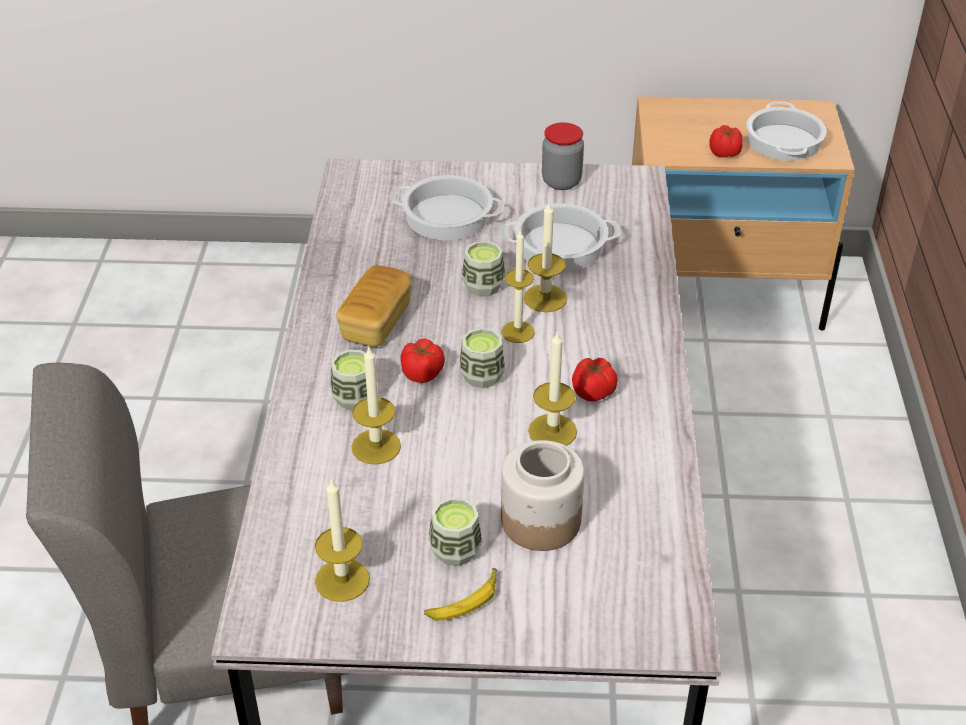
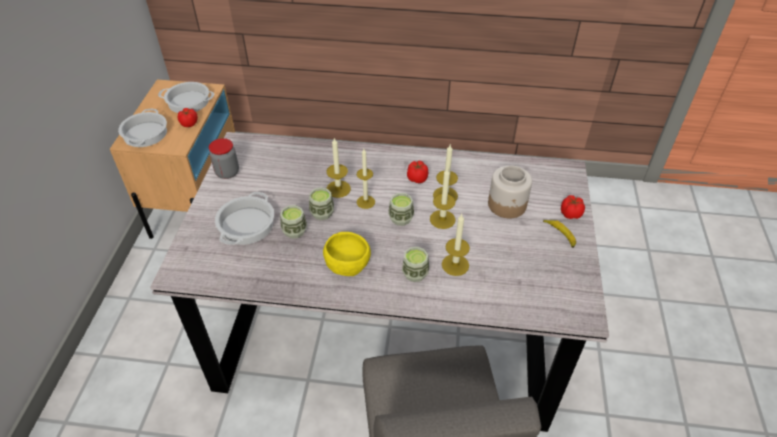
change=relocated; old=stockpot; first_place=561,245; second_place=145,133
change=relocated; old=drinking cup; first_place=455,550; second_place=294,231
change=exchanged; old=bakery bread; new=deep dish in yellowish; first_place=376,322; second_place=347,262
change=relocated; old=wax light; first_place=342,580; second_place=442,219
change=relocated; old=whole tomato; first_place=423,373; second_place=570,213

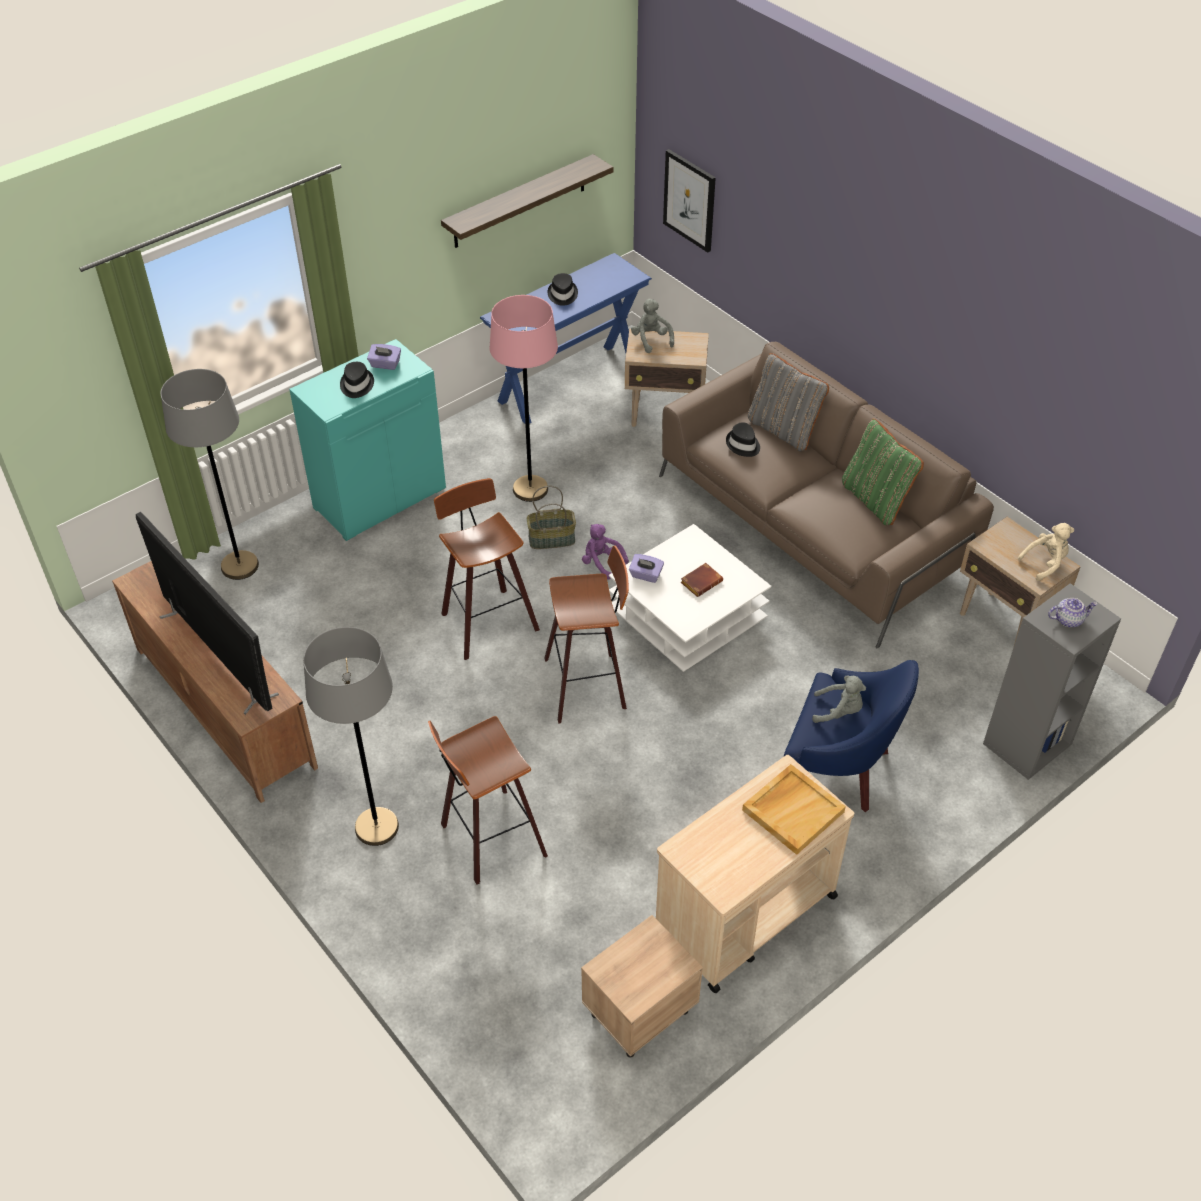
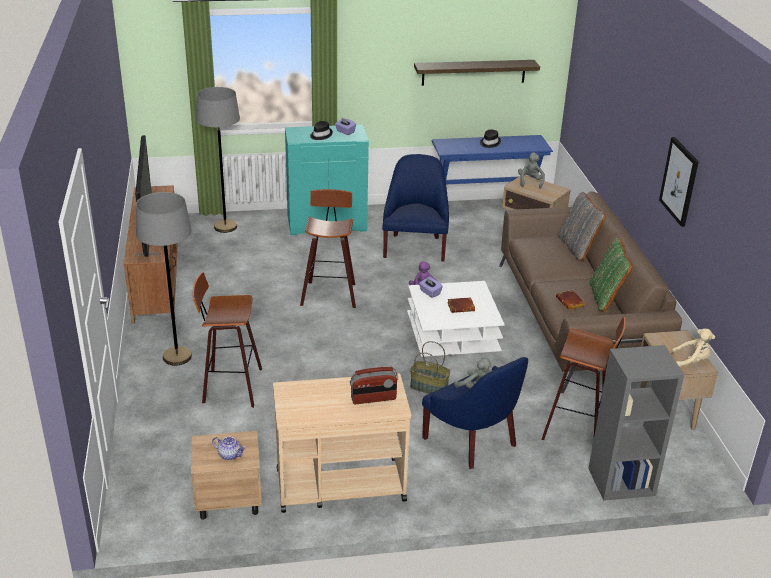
change=relocated; old=teapot; first_place=1068,619; second_place=230,455
change=exchanged; old=carrying tray in beige; new=radio receiver; first_place=793,810; second_place=373,399
change=exchanged; old=floor lamp in pink; new=easy chair in blue; first_place=530,489; second_place=415,247
change=relocated; old=basket; first_place=552,539; second_place=429,387
change=relocated; old=stool seat; first_place=588,684; second_place=577,426
change=appeared; new=volume in brownish; second_place=571,302
change=relocated; old=wall picture; first_place=690,200; second_place=679,181
change=missing; old=wearable hat in blackish; first_place=743,445

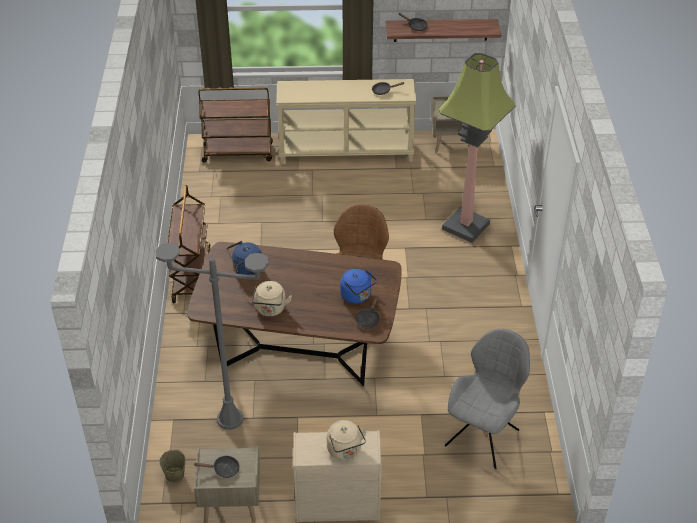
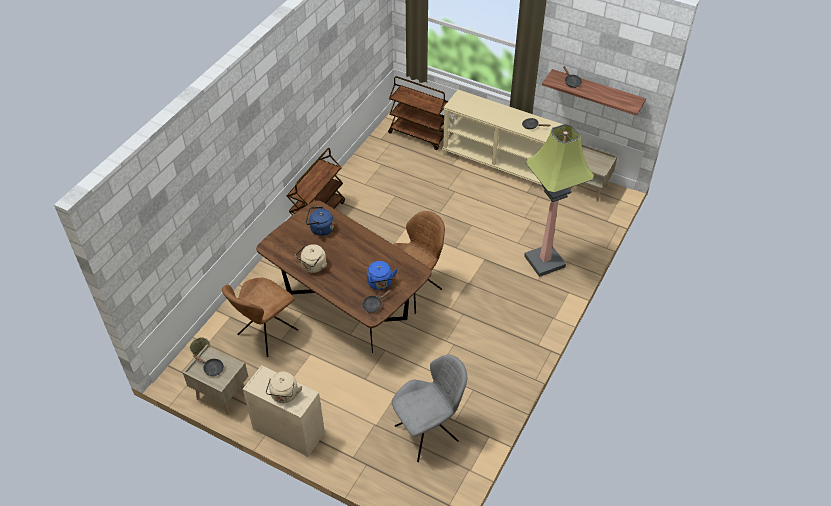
change=exchanged; old=floor lamp in gray; new=chair in brownish; first_place=230,419; second_place=266,334

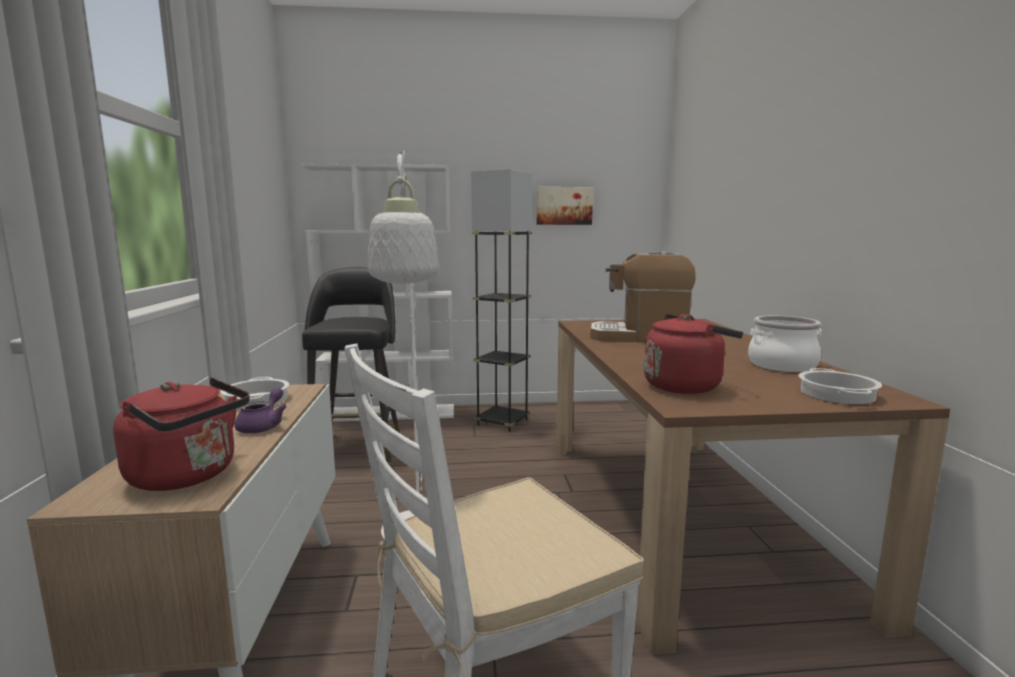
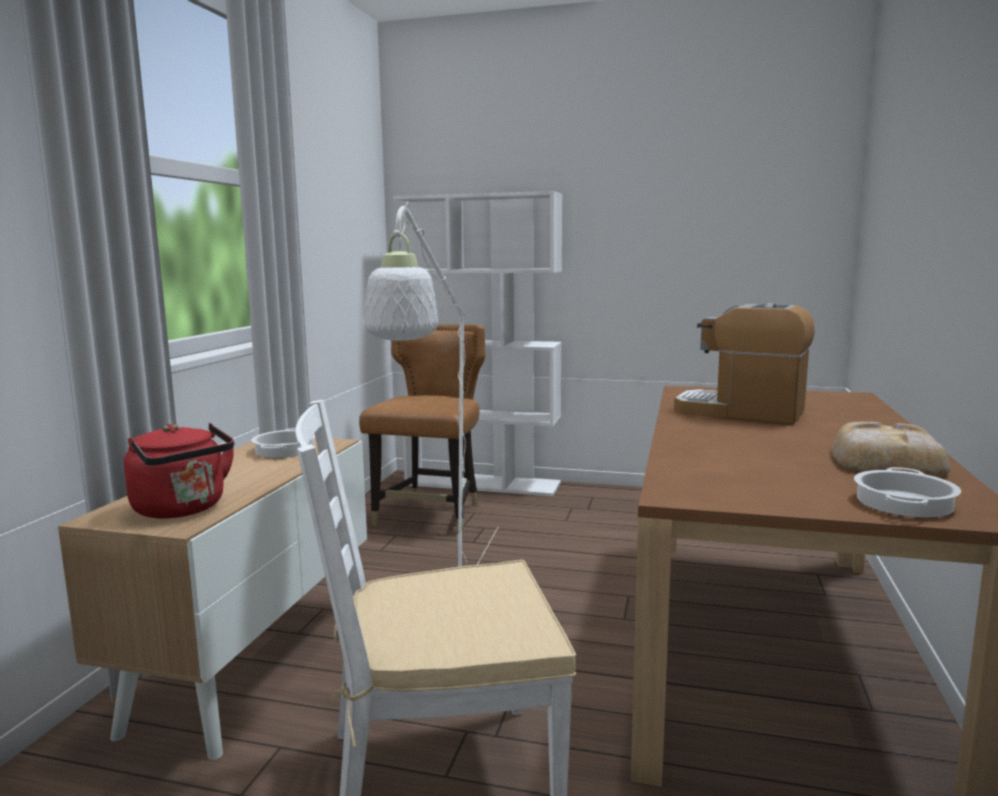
change=exchanged; old=stool seat in blackish; new=chair in brownish; first_place=358,446; second_place=431,515
change=exchanged; old=stockpot; new=bakery bread; first_place=782,365; second_place=885,462
change=missing; old=teapot in purplish; first_place=263,426
change=missing; old=floor lamp in gray; first_place=502,422
change=missing; old=wall picture; first_place=564,206
change=missing; old=kettle in red-coloured; first_place=685,386

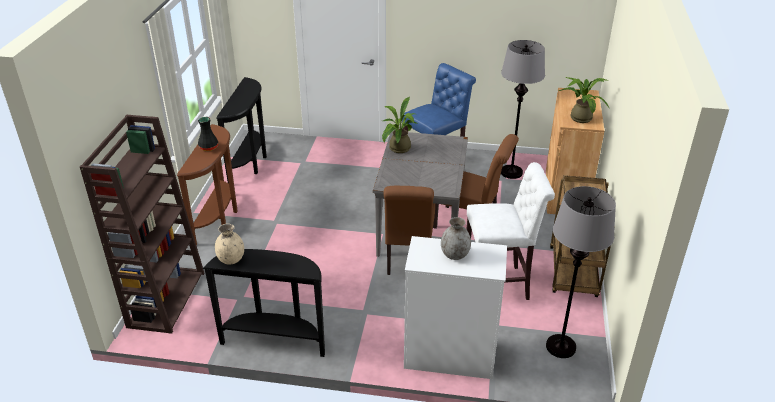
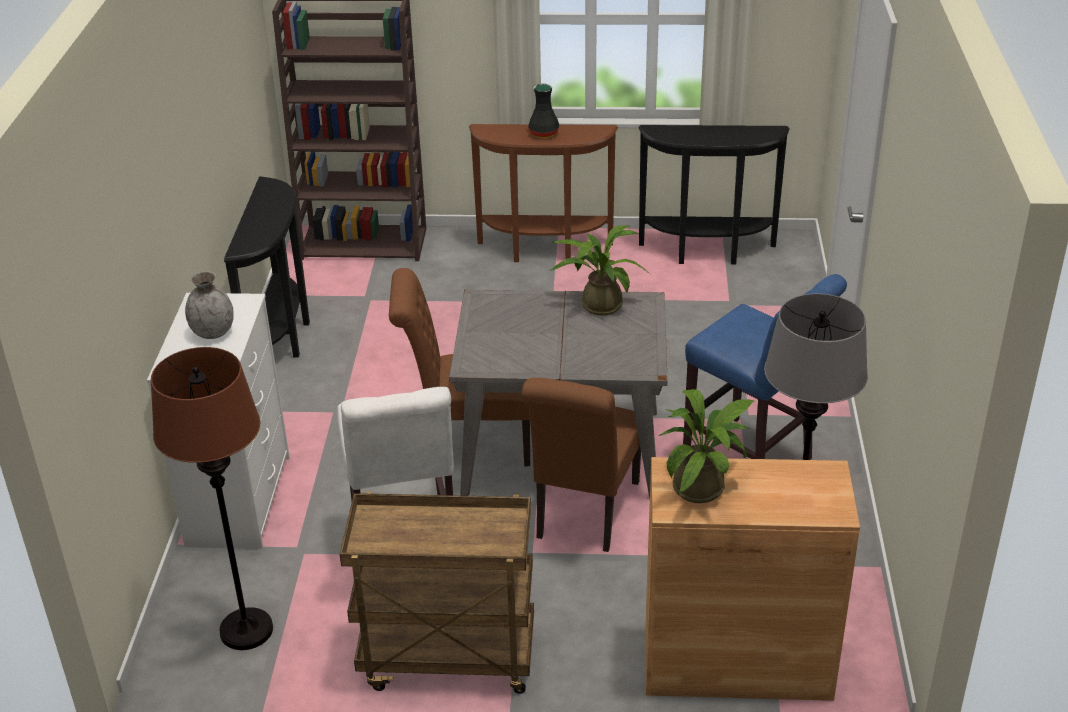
change=colour; old=floor lamp in gray; new=floor lamp in brownish; first_place=560,347; second_place=246,630
change=missing; old=vase in beige; first_place=231,259

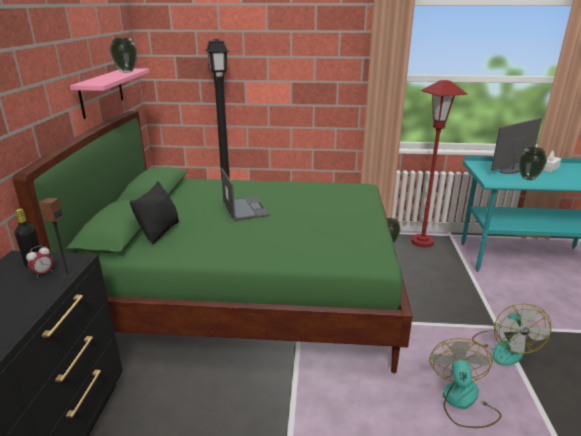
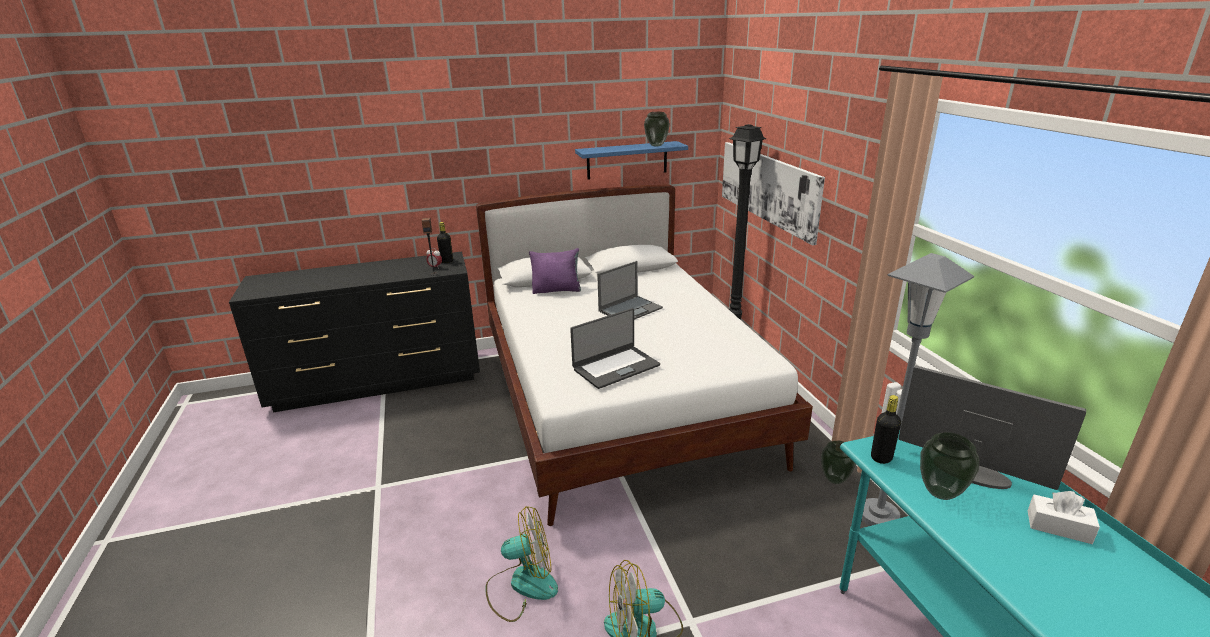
change=colour; old=bedroom bed in green-coloured; new=bedroom bed in whitish; first_place=248,294; second_place=622,400
change=colour; old=throw pillow in blackish; new=throw pillow in purplish; first_place=159,232; second_place=556,290
change=appeared; new=laptop; second_place=615,367
change=colour; old=shelf in pink; new=shelf in blue; first_place=101,92; second_place=627,160
change=appeared; new=wall picture; second_place=767,188
change=colour; old=floor lamp in red-coloured; new=floor lamp in gray; first_place=422,242; second_place=878,516
change=appeared; new=bottle in blackish; second_place=881,458

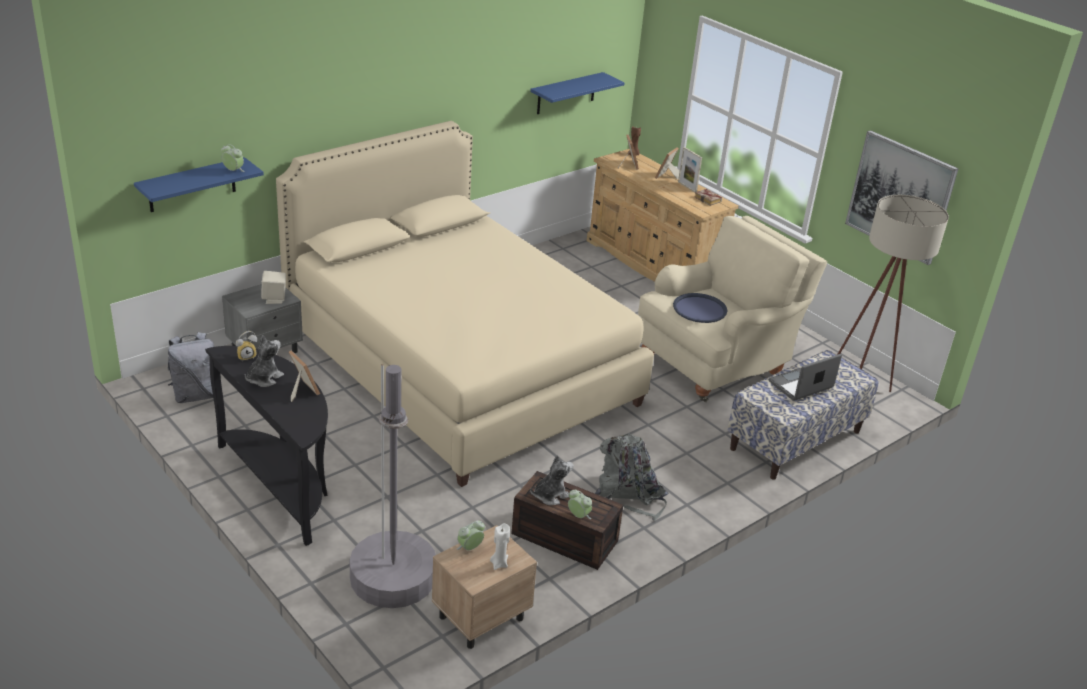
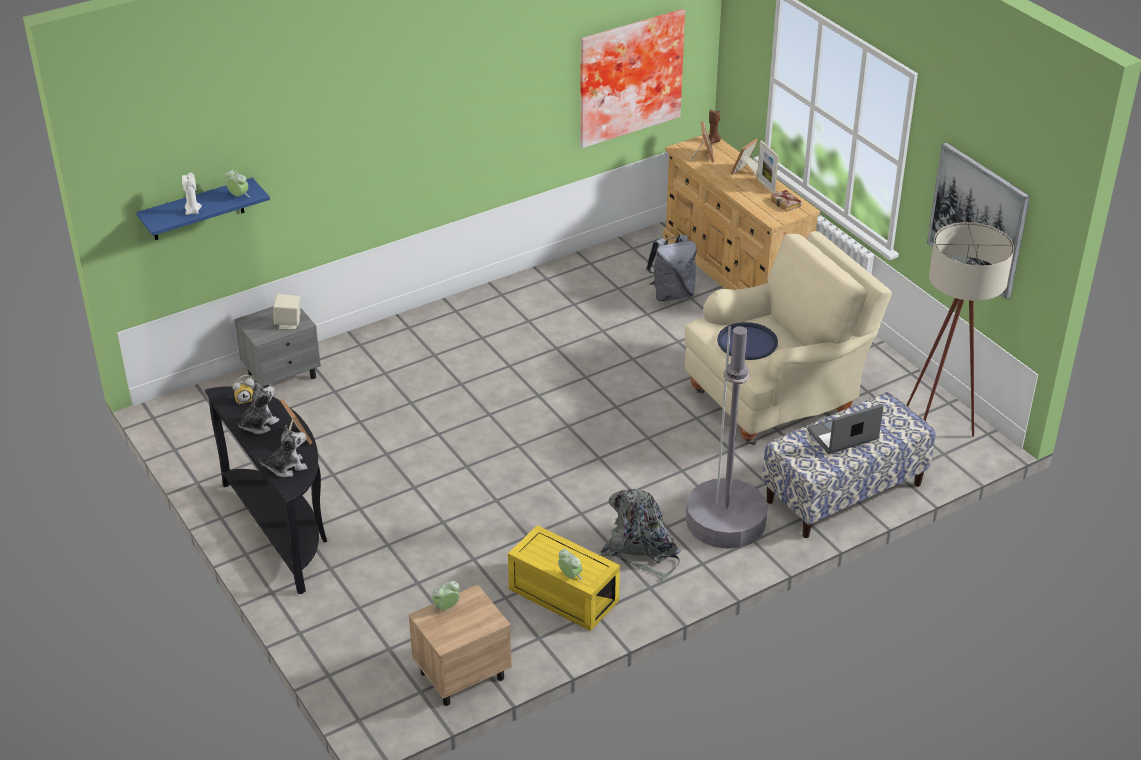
change=relocated; old=wax light in whitish; first_place=499,564; second_place=192,211
change=relocated; old=cuddly toy; first_place=550,495; second_place=287,467
change=colour; old=storage bin in brownish; new=storage bin in yellowish; first_place=562,537; second_place=561,595
change=exchanged; old=shelf in blue; new=wall picture; first_place=566,93; second_place=628,76
change=relocated; old=backpack in gray; first_place=195,395; second_place=672,294
change=relocated; old=floor lamp in gray; first_place=393,577; second_place=726,521
change=missing; old=bedroom bed in beige; first_place=459,366

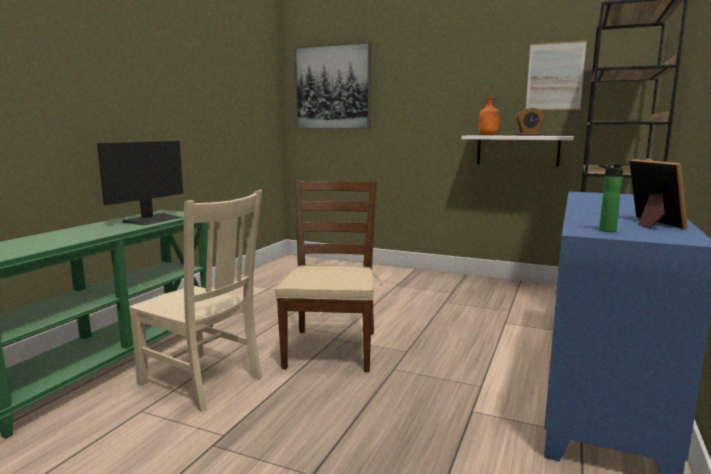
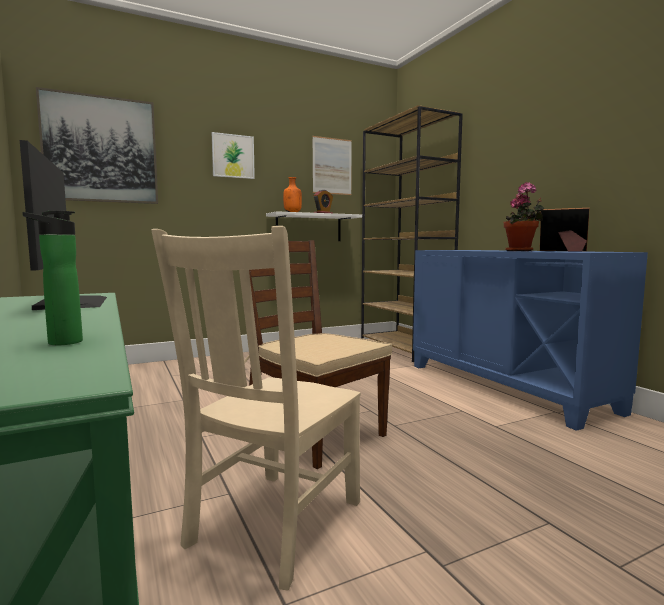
change=relocated; old=bottle; first_place=604,230; second_place=59,343
change=spun; old=chair in beige; first_place=203,382; second_place=272,525; degrees=135
change=appeared; new=wall picture; second_place=233,156
change=appeared; new=houseplant; second_place=521,251

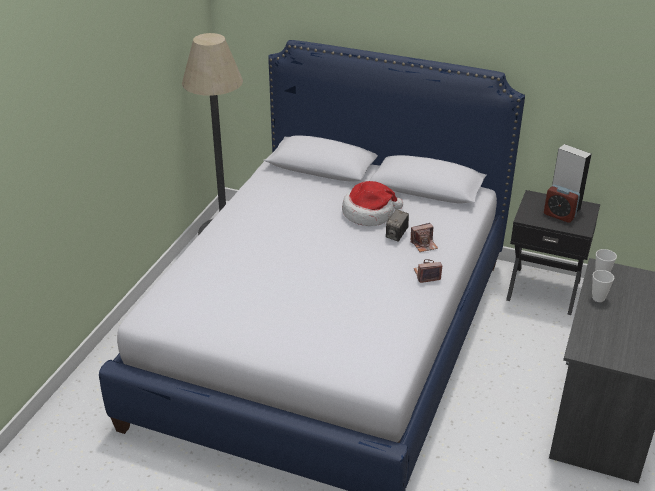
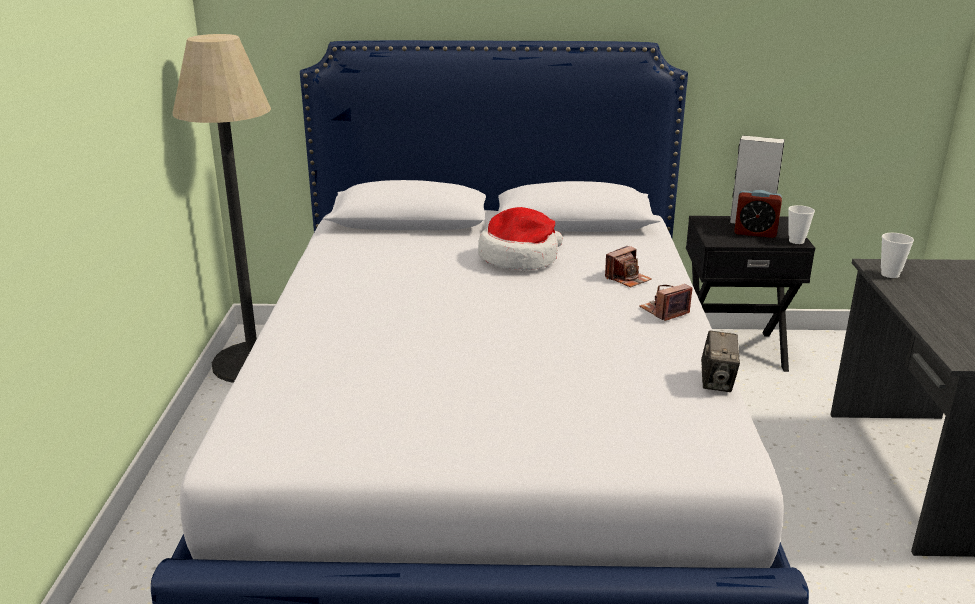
change=relocated; old=still camera; first_place=396,235; second_place=717,382
change=relocated; old=drinking cup; first_place=598,298; second_place=796,241

